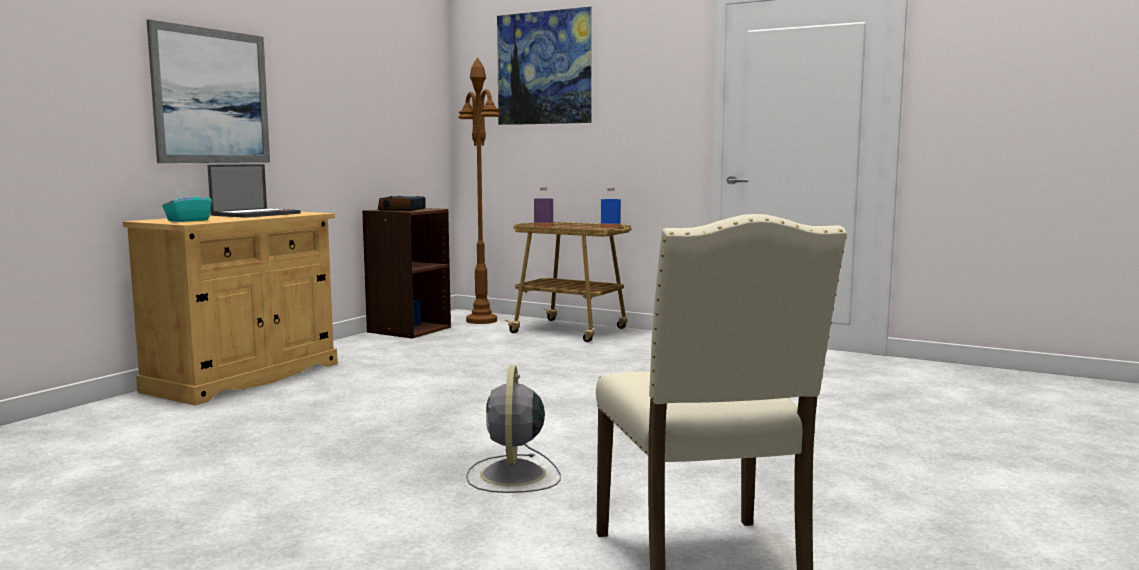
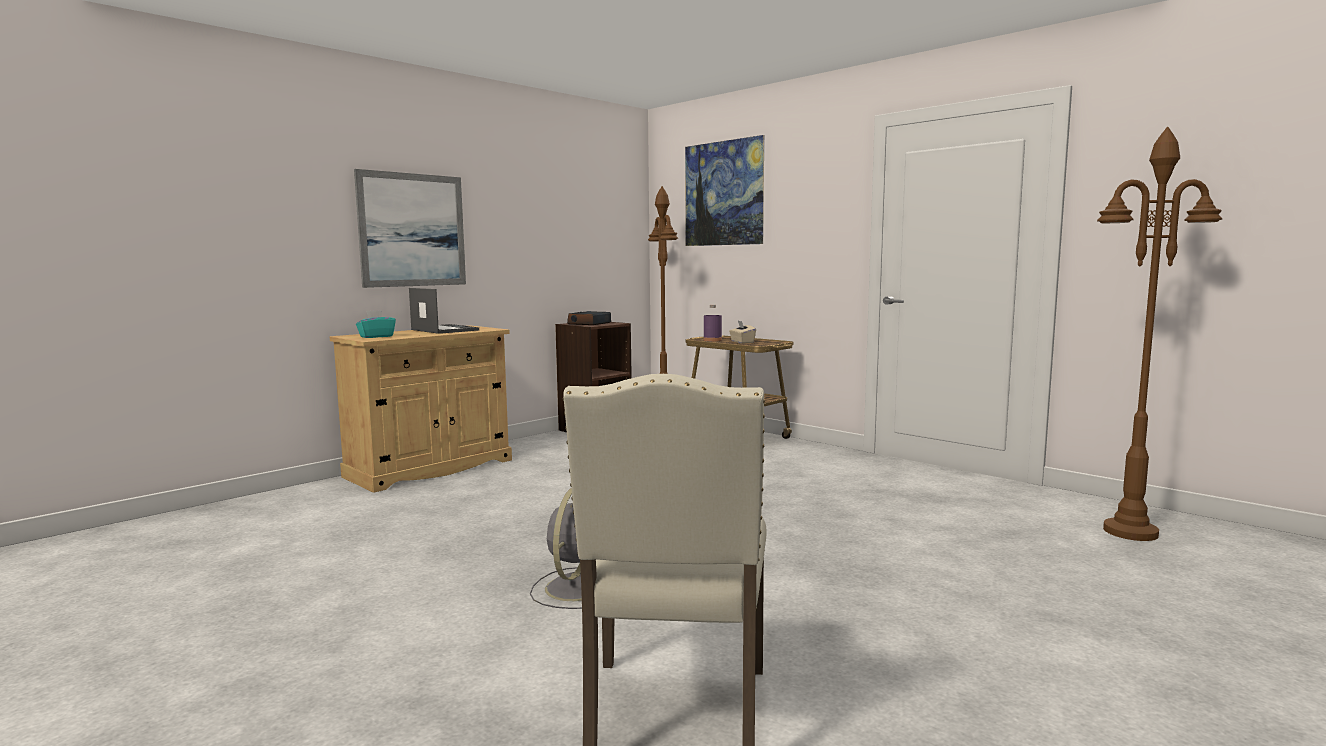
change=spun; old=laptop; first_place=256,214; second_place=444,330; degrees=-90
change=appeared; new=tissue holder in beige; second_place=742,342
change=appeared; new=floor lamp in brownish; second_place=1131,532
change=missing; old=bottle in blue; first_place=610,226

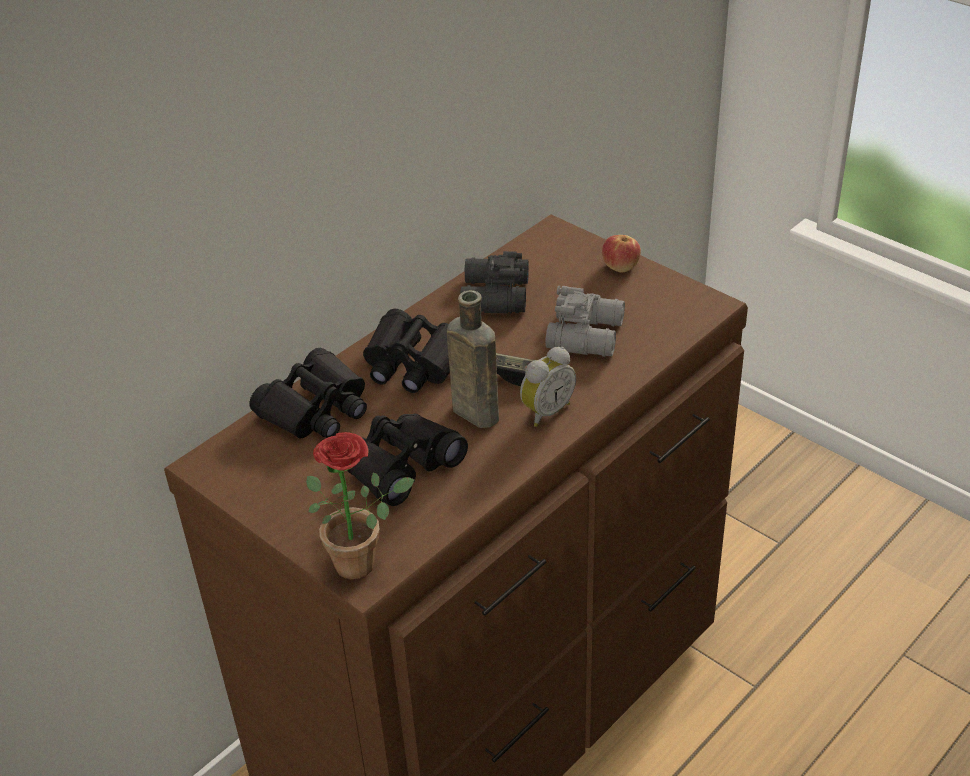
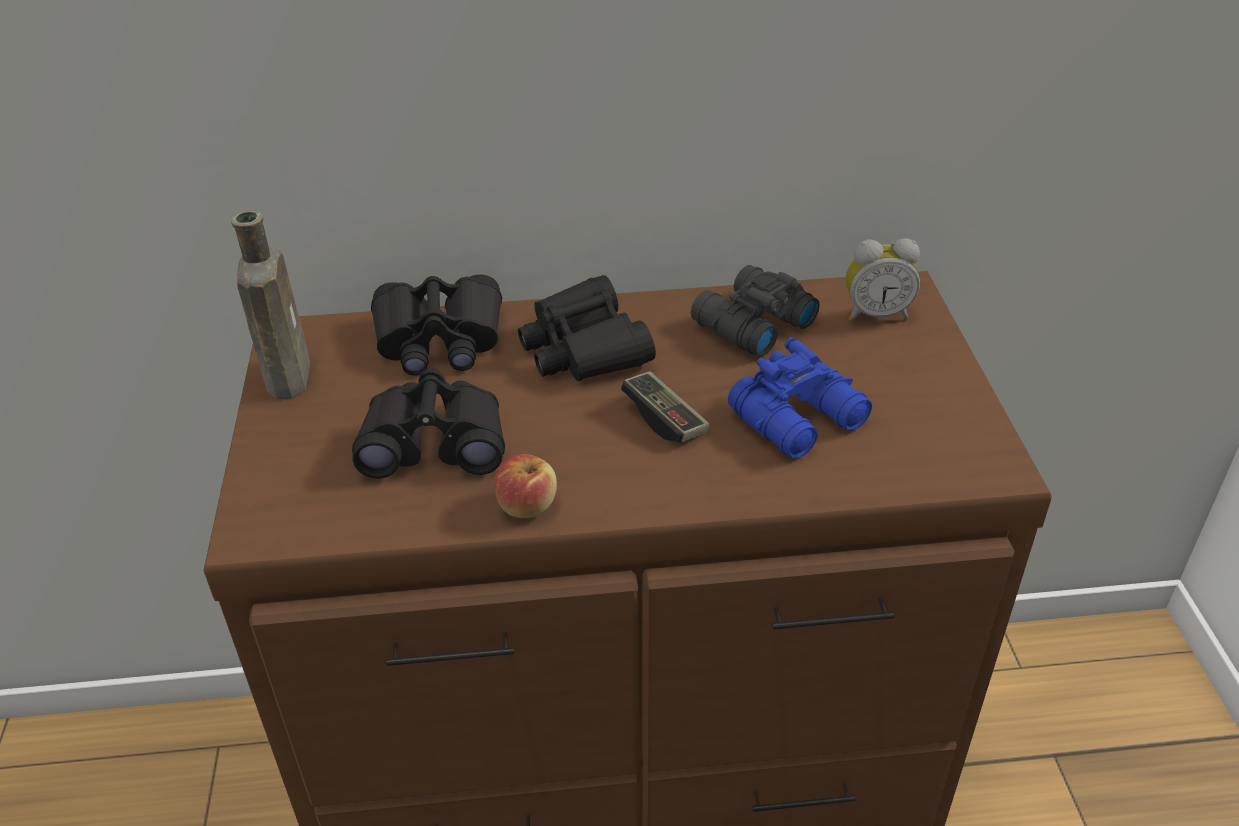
change=relocated; old=bottle in brownish; first_place=473,411; second_place=289,375
change=relocated; old=apple fruit; first_place=620,266; second_place=527,505
change=colour; old=binoculars in gray; new=binoculars in blue; first_place=588,334; second_place=801,419
change=relocated; old=table clock; first_place=545,411; second_place=876,314
change=missing; old=houseplant; first_place=363,561

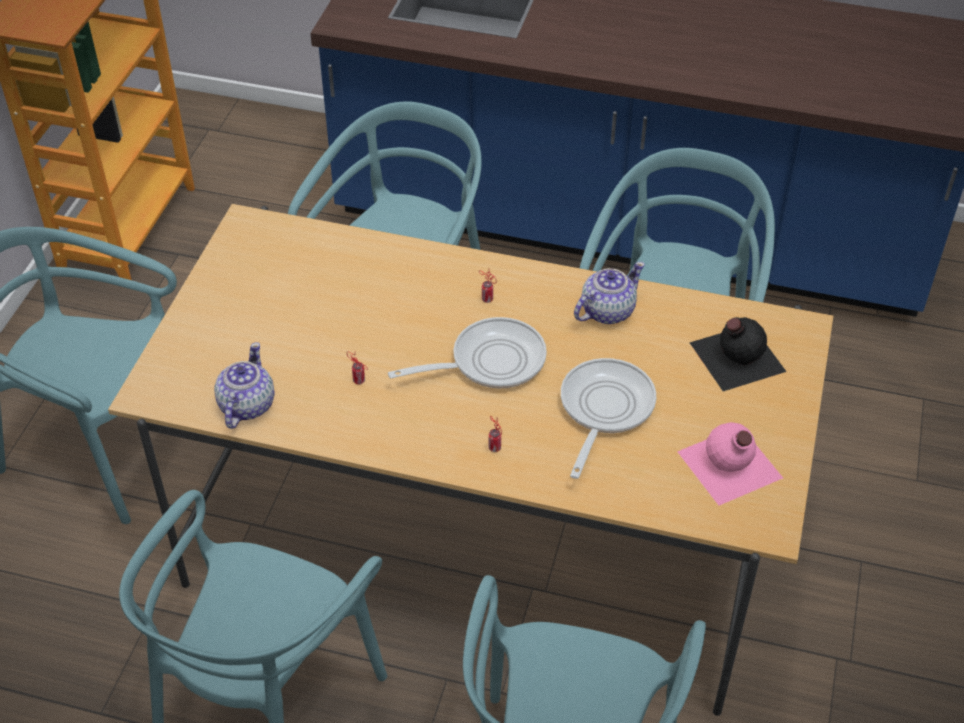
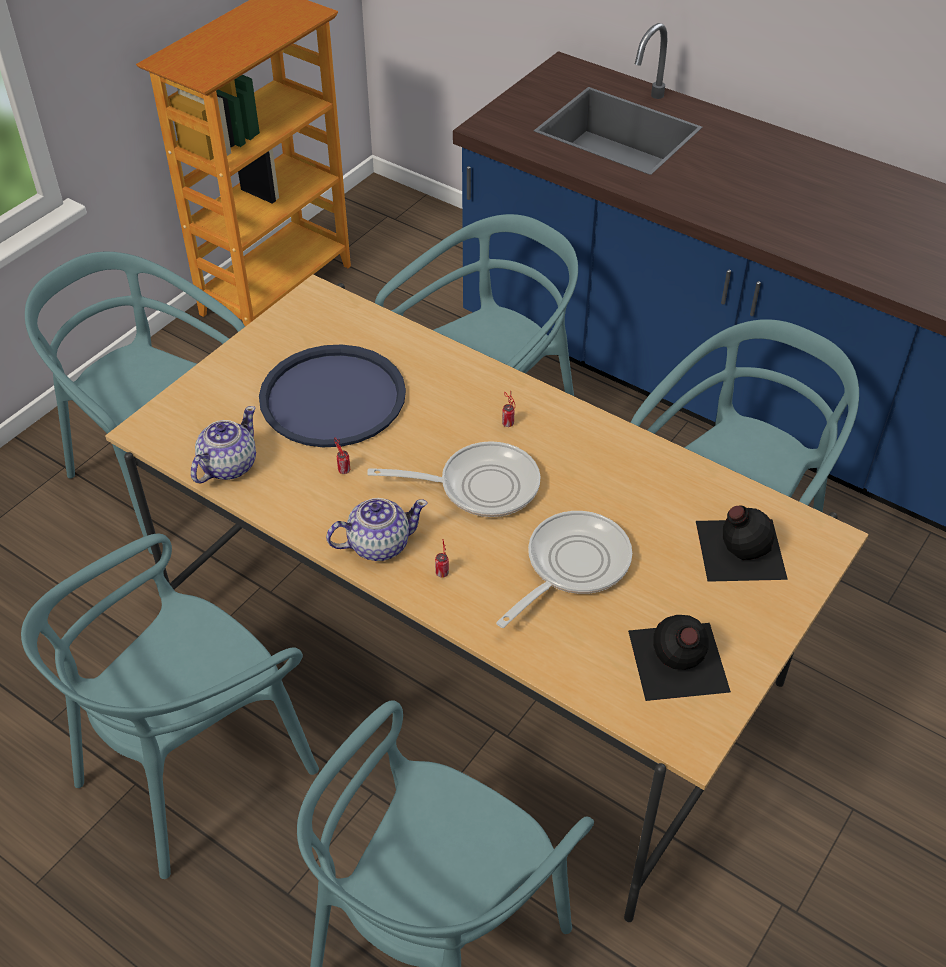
change=appeared; new=carrying tray in blue; second_place=333,397
change=relocated; old=teapot; first_place=606,311; second_place=378,544
change=colour; old=bottle in pink; new=bottle in blackish; first_place=729,466; second_place=677,662

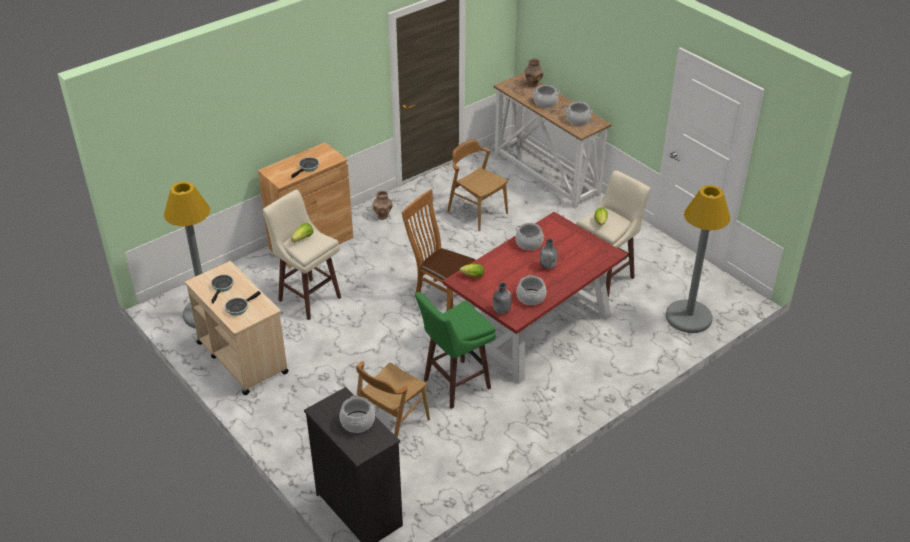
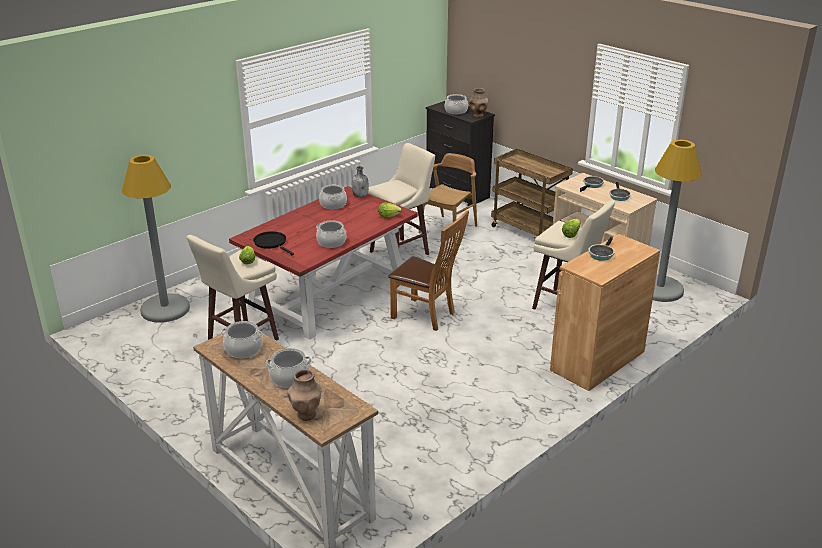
change=appeared; new=pan in blackish; second_place=271,243
change=colour; old=stool seat in green-coloured; new=stool seat in beige; first_place=455,384; second_place=401,252
change=relocated; old=vase in brownish; first_place=383,216; second_place=478,115
change=appeared; new=wheeled cart in brownish; second_place=528,231
change=missing; old=chair in brownish; first_place=477,212
change=missing; old=bottle in gray; first_place=548,266

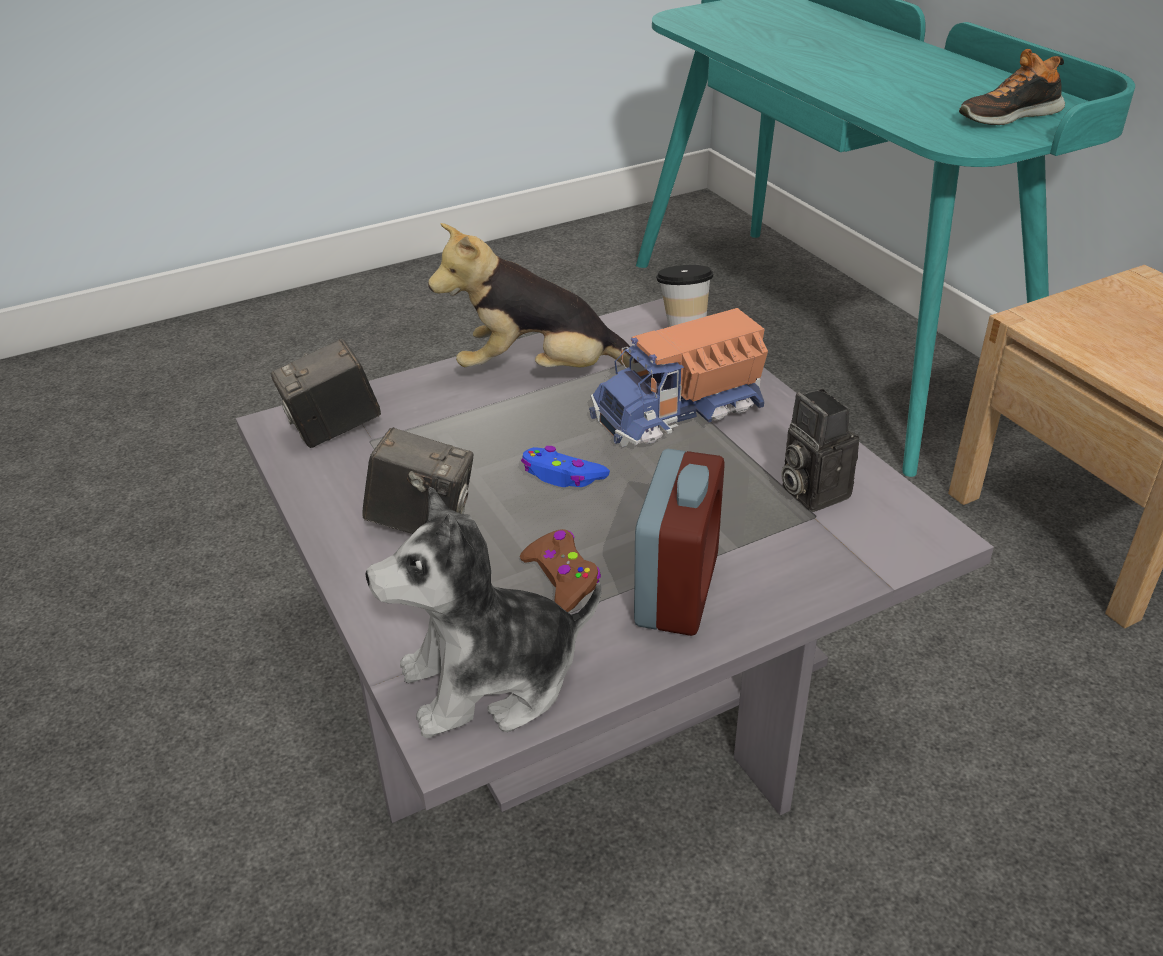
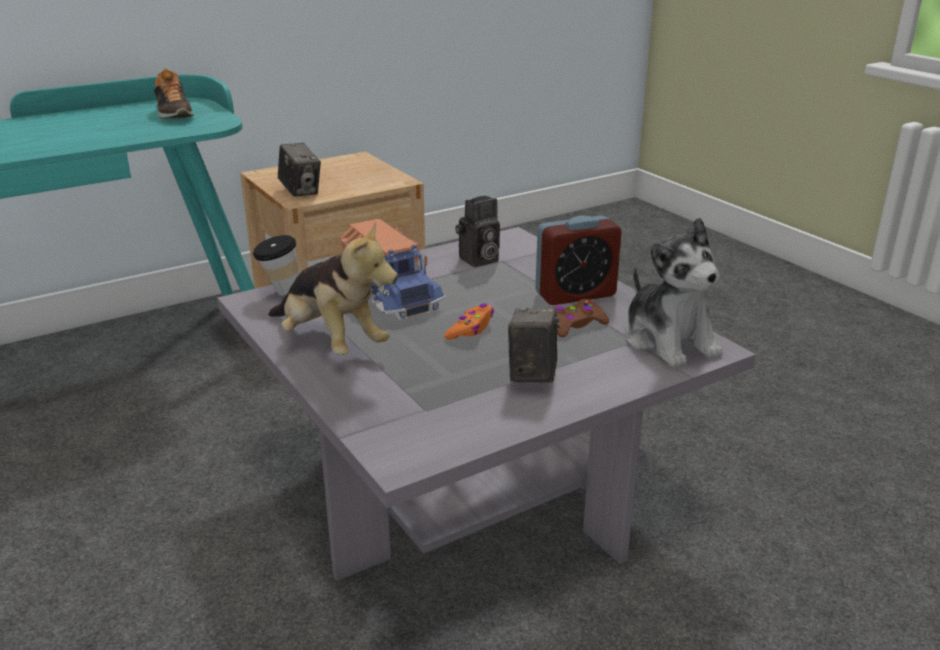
change=spun; old=cuddly toy; first_place=541,373; second_place=330,343; degrees=-45
change=relocated; old=still camera; first_place=333,429; second_place=300,191
change=colour; old=game controller in blue; new=game controller in orange-coloured; first_place=562,476; second_place=470,329
change=spun; old=table clock; first_place=677,590; second_place=575,294; degrees=150

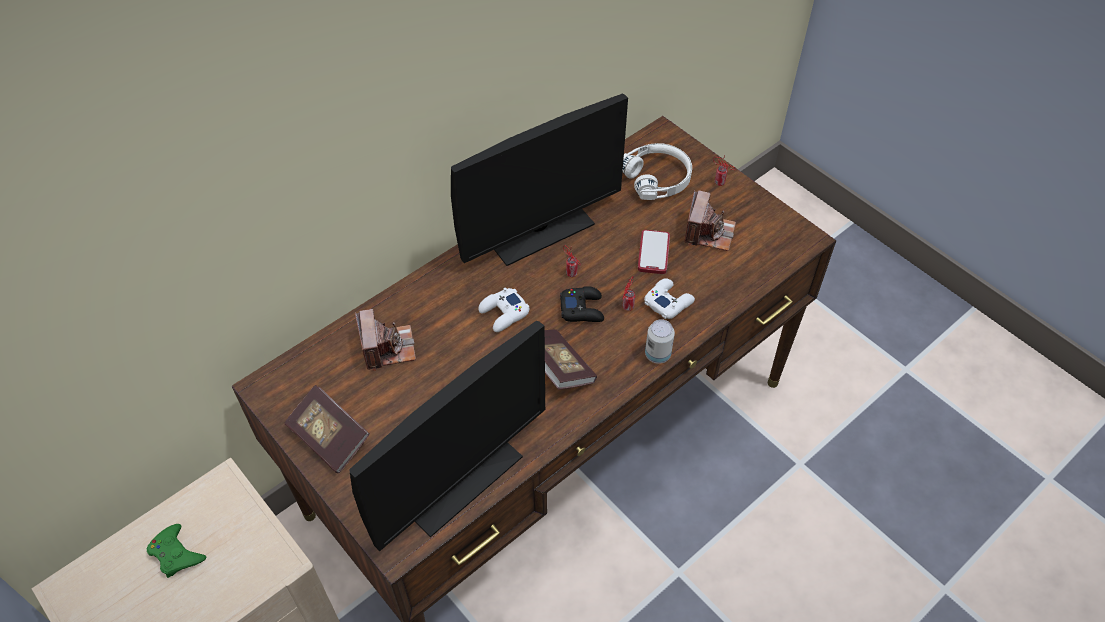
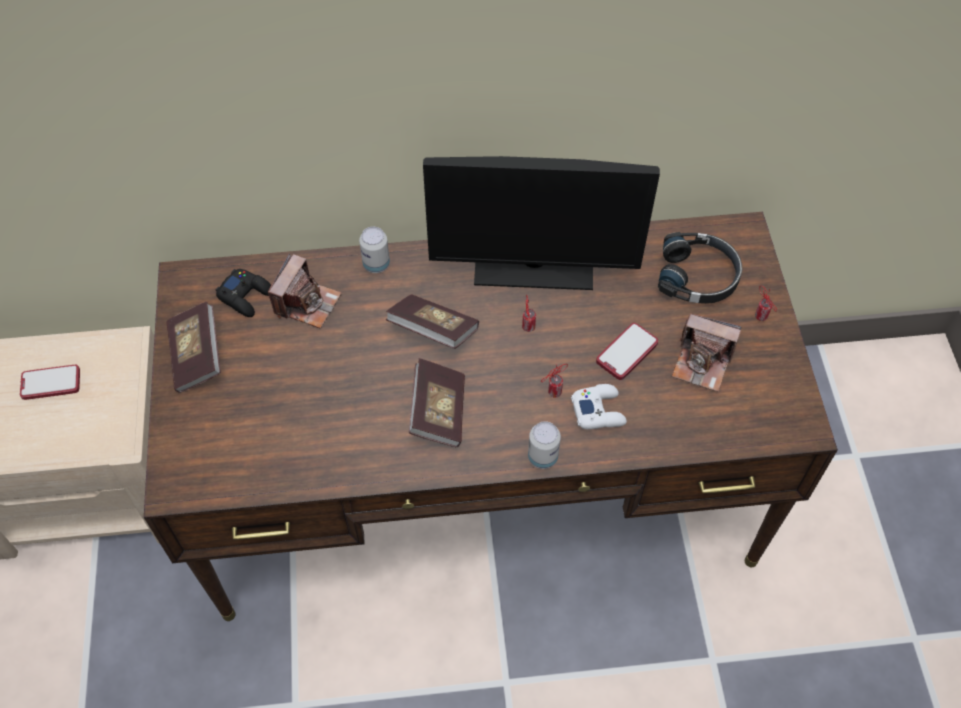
change=exchanged; old=game controller in green-coloured; new=handset; first_place=176,554; second_place=51,383
change=relocated; old=game controller in blackish; first_place=582,309; second_place=246,296
change=appeared; new=can; second_place=376,264
change=exchanged; old=game controller in whitish; new=volume; first_place=504,313; second_place=433,330
change=colour; old=headphones in whitish; new=headphones in blackish; first_place=657,178; second_place=698,276
change=spun; old=still camera; first_place=708,232; second_place=702,363; degrees=60
change=missing; old=computer screen; first_place=458,478

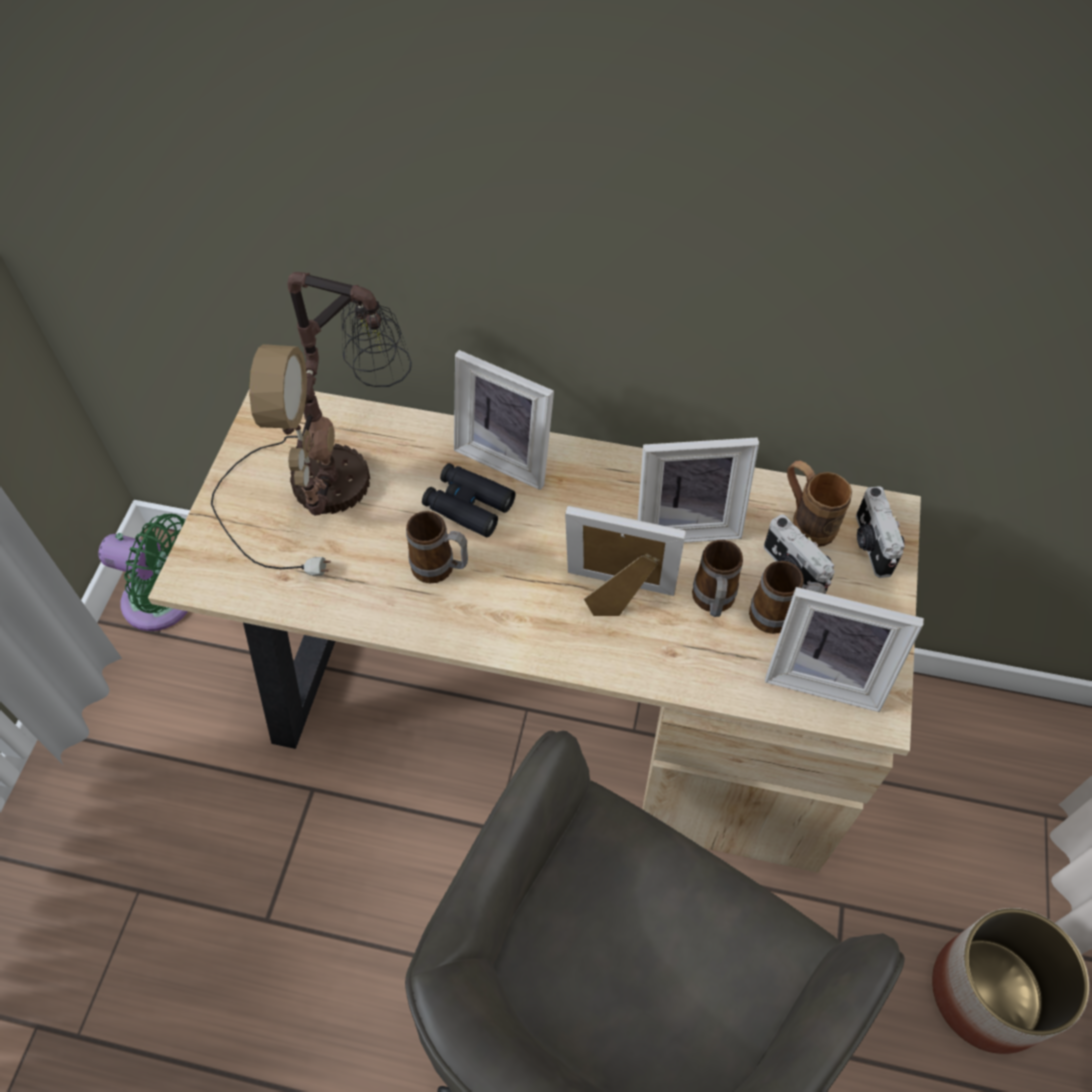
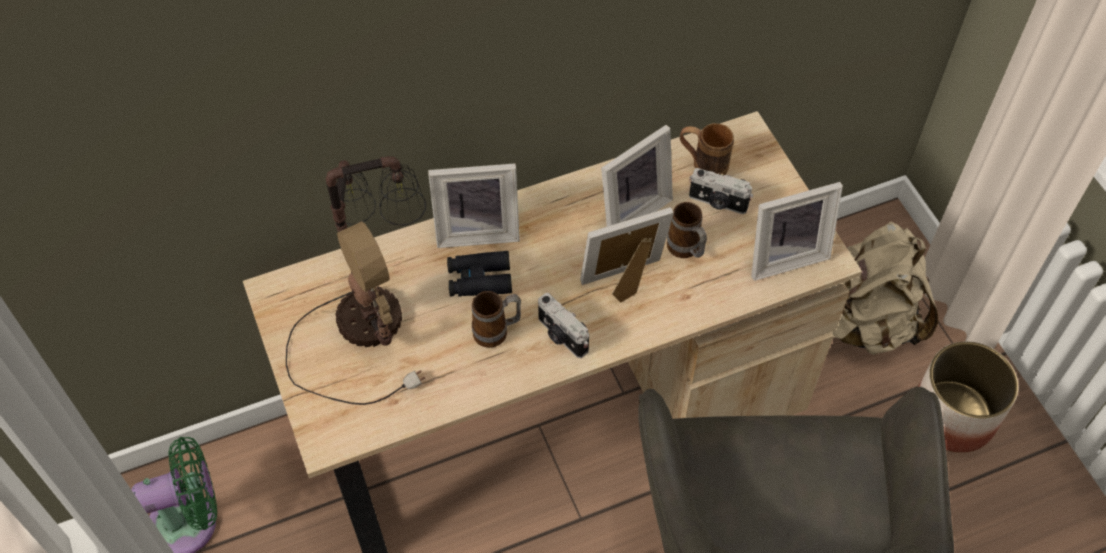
change=relocated; old=still camera; first_place=870,544; second_place=561,336
change=appeared; new=backpack in beige; second_place=867,322
change=missing; old=coffee mug; first_place=780,618

